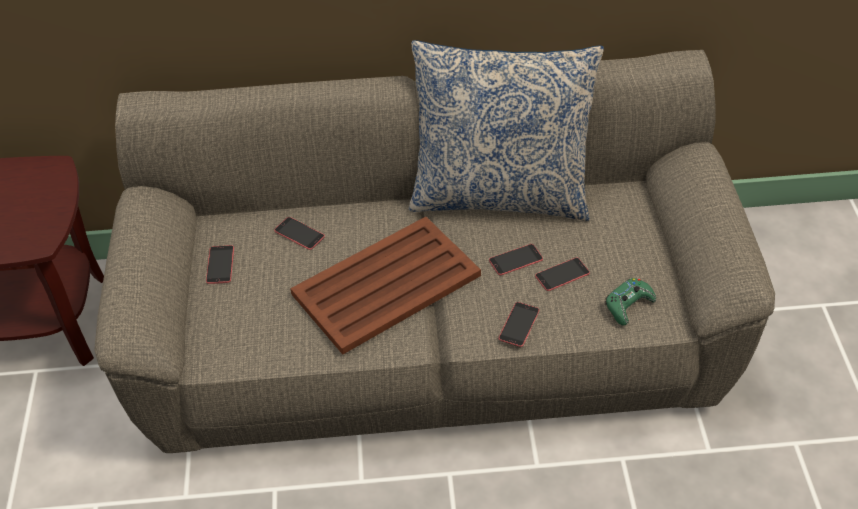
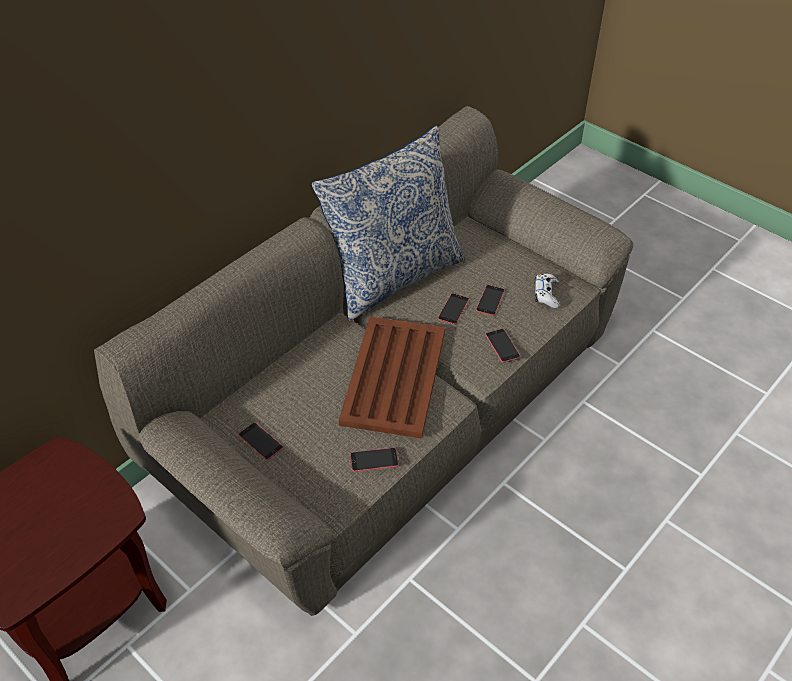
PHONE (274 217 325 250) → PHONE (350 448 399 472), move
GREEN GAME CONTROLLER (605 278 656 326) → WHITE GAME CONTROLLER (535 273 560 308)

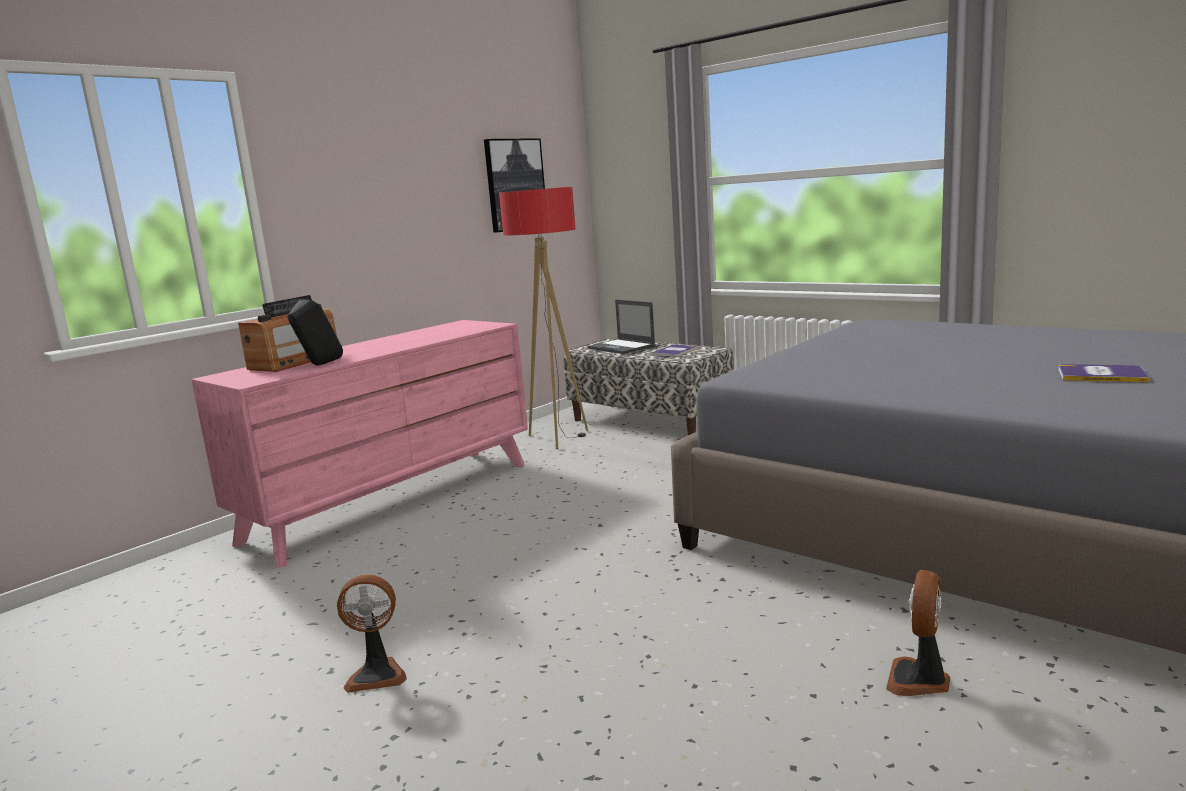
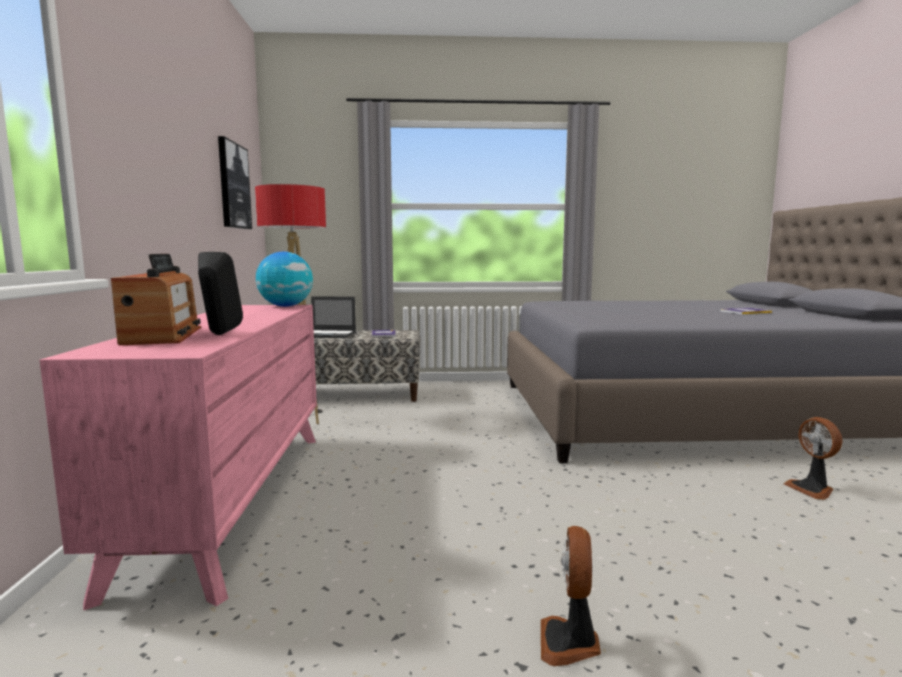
- → GLOBE (256 252 313 307)
FAN (337 574 407 693) → FAN (541 526 601 666), 150 degrees clockwise

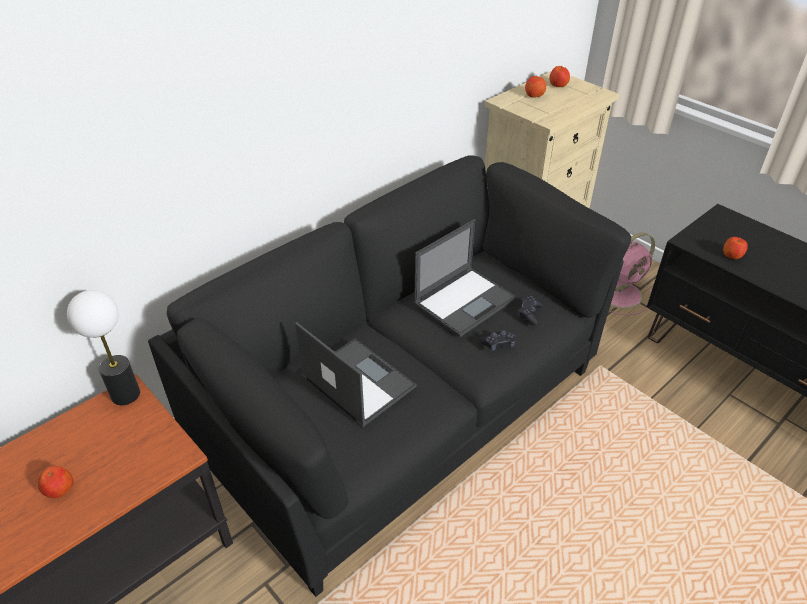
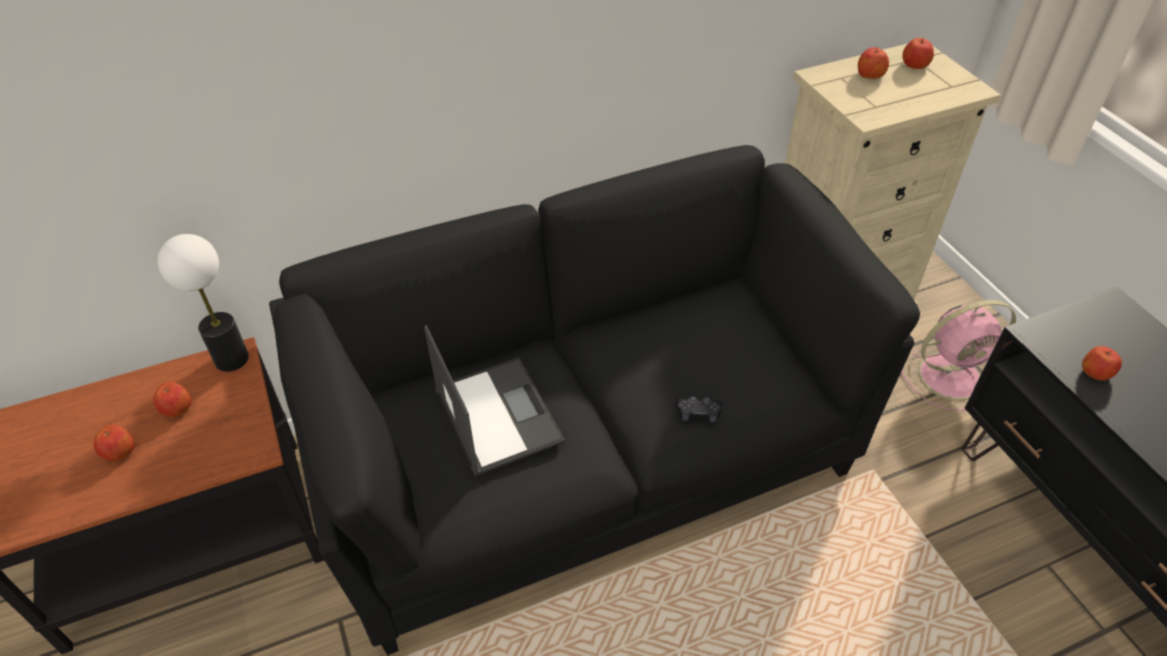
LAPTOP (414 219 516 337) → -
BLACK GAME CONTROLLER (518 295 543 325) → -
- → APPLE (153 382 192 417)

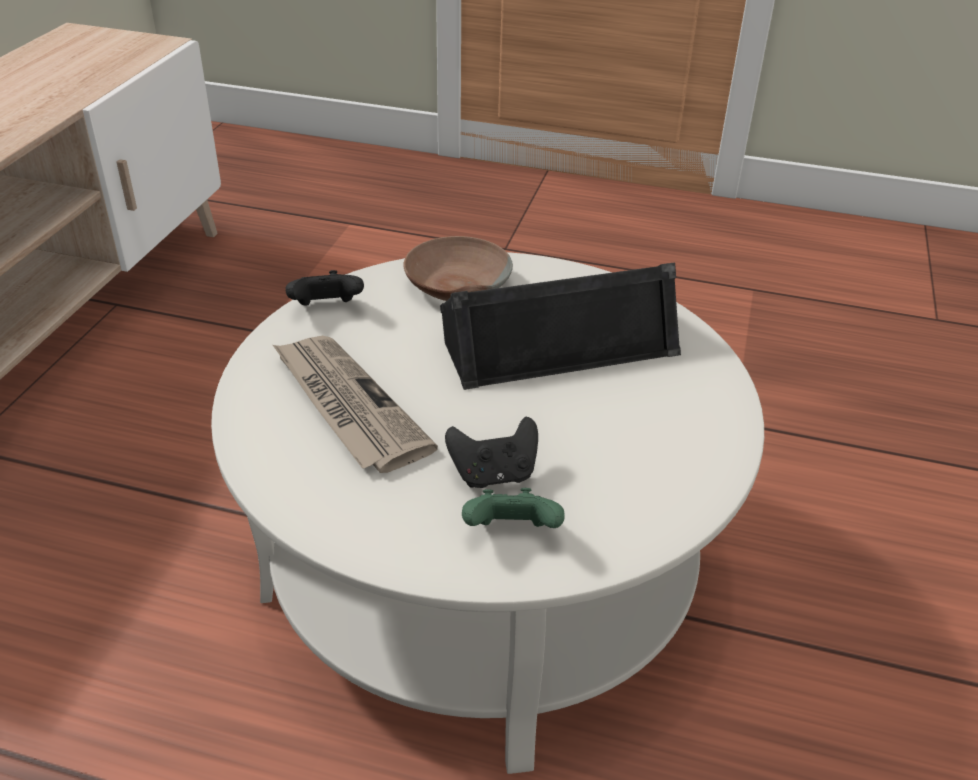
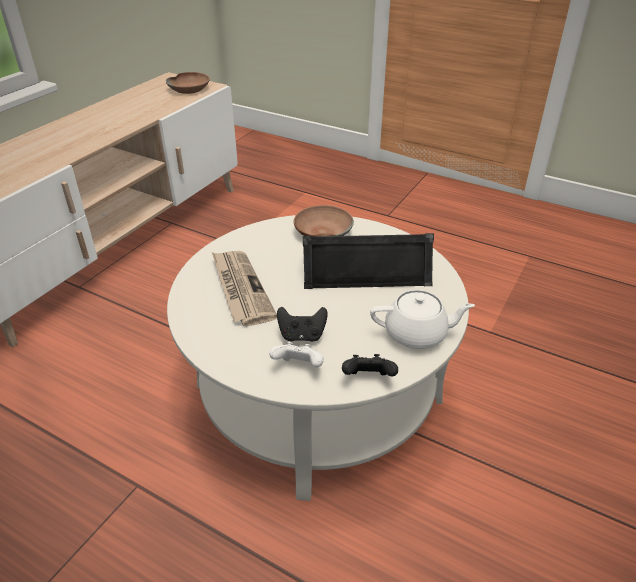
- → BROWN BOWL (166 72 210 94)
- → WHITE TEAPOT (370 290 475 349)
BLACK GAME CONTROLLER (285 270 364 306) → BLACK GAME CONTROLLER (342 354 398 376), move
GREEN GAME CONTROLLER (462 488 565 528) → WHITE GAME CONTROLLER (269 342 324 368)

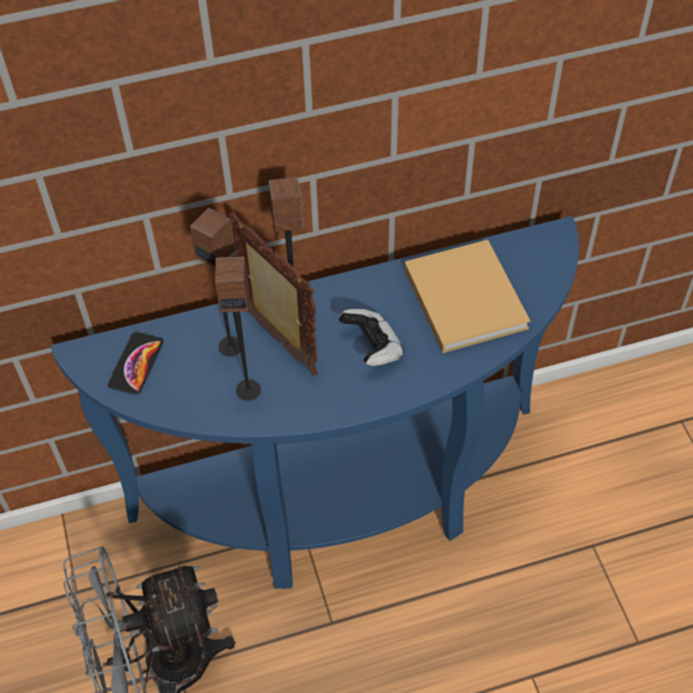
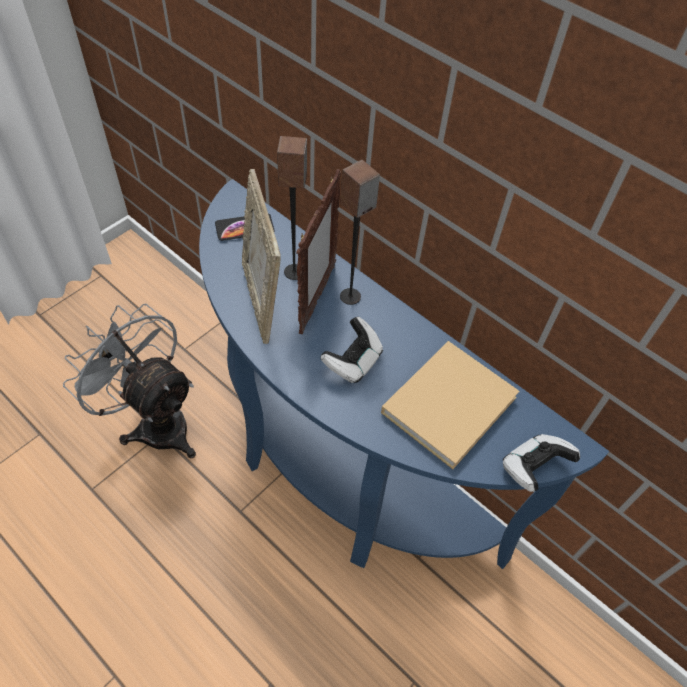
- → GAME CONTROLLER (503 434 580 492)
SPEAKER (215 257 261 401) → PICTURE FRAME (242 169 280 344)

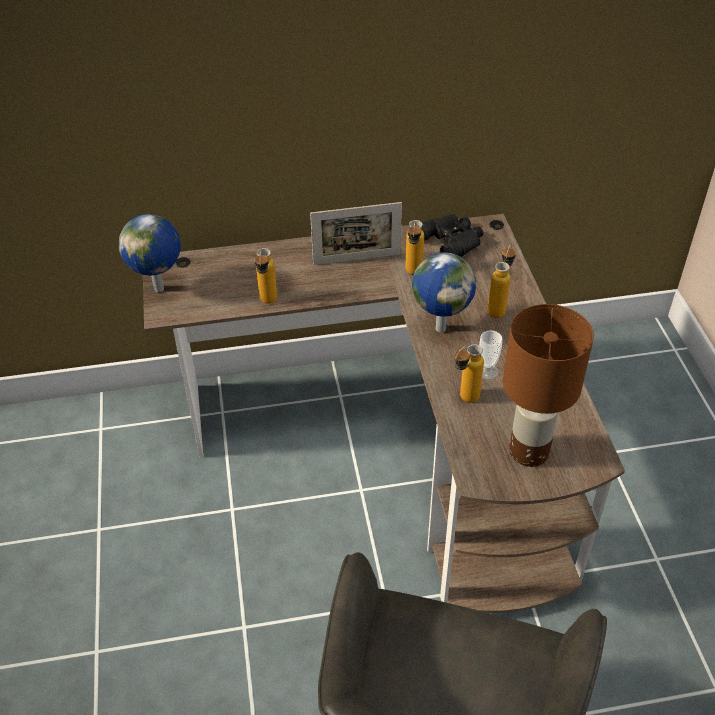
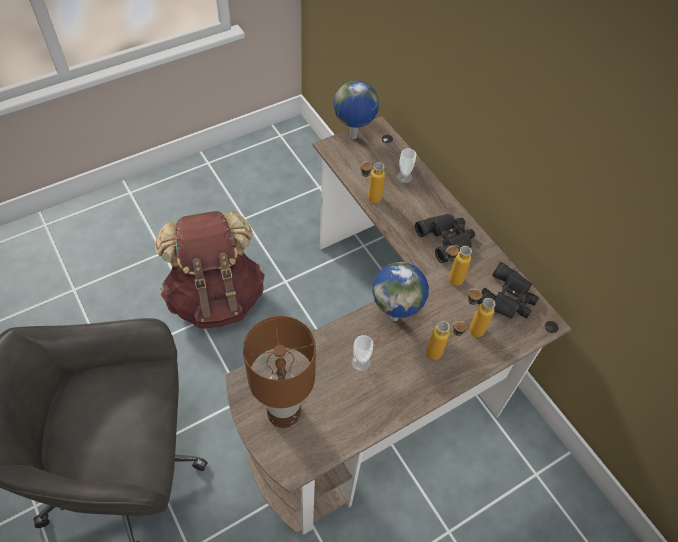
- → BROWN BACKPACK (155 211 265 329)
- → CUP (397 148 417 183)
BOTTLE (454 344 484 402) → BOTTLE (468 289 495 337), move
PICTURE FRAME (310 202 402 265) → BLACK BINOCULARS (415 214 475 263)

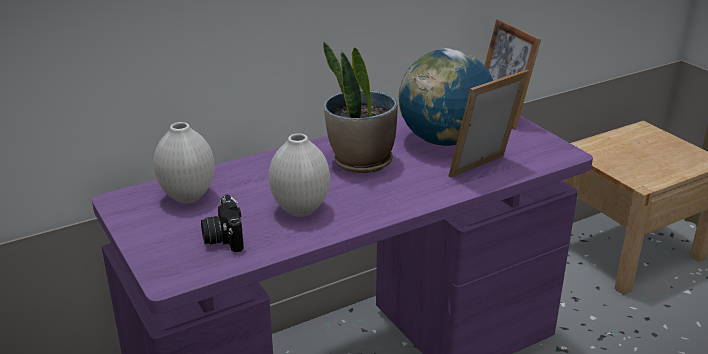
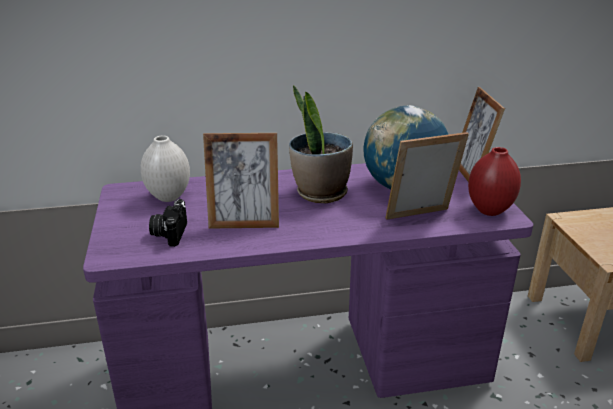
- → RED VASE (468 147 521 216)
WHITE VASE (269 133 330 217) → PICTURE FRAME (203 133 279 229)

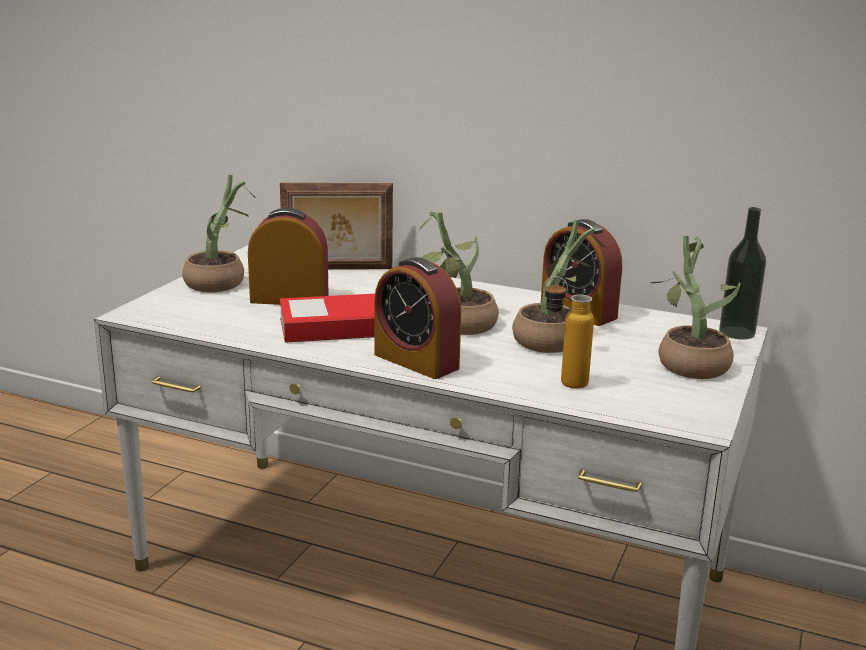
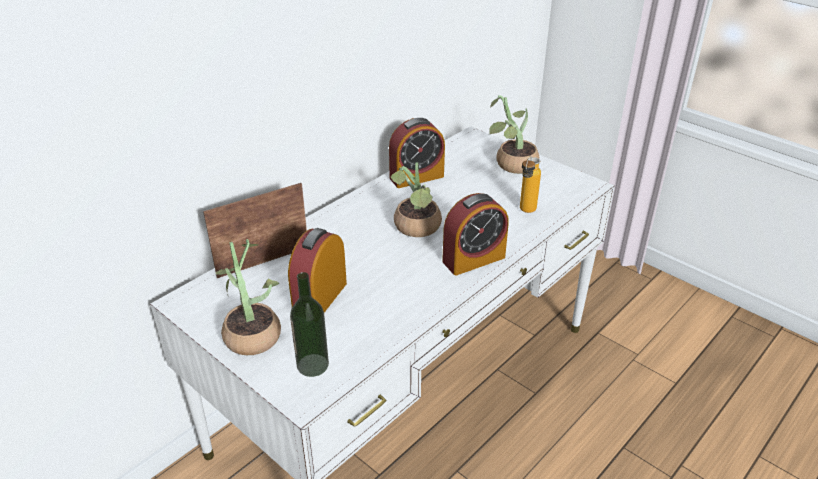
BOOK (280 294 375 343) → -
POTTED PLANT (512 219 605 353) → -
BOTTLE (719 207 766 340) → BOTTLE (290 272 329 377), move
PICTURE FRAME (280 183 393 269) → PICTURE FRAME (203 183 307 278), 135 degrees counterclockwise

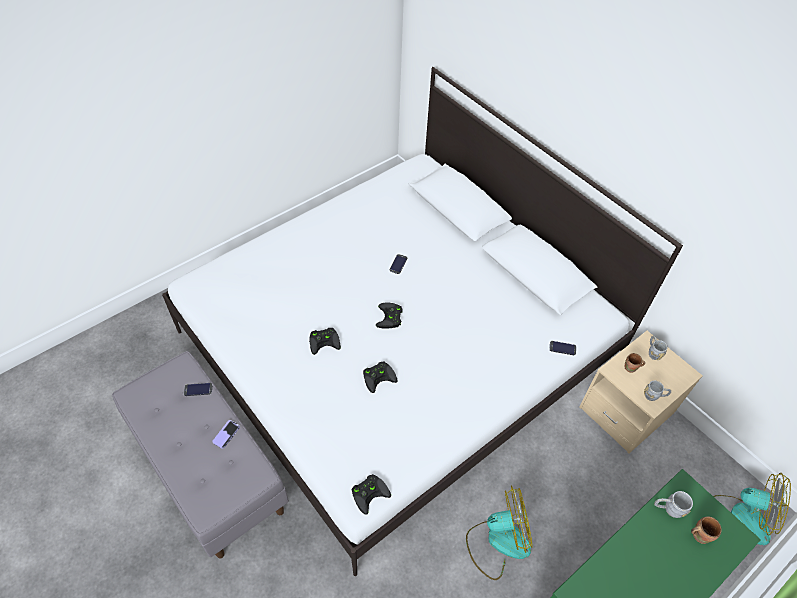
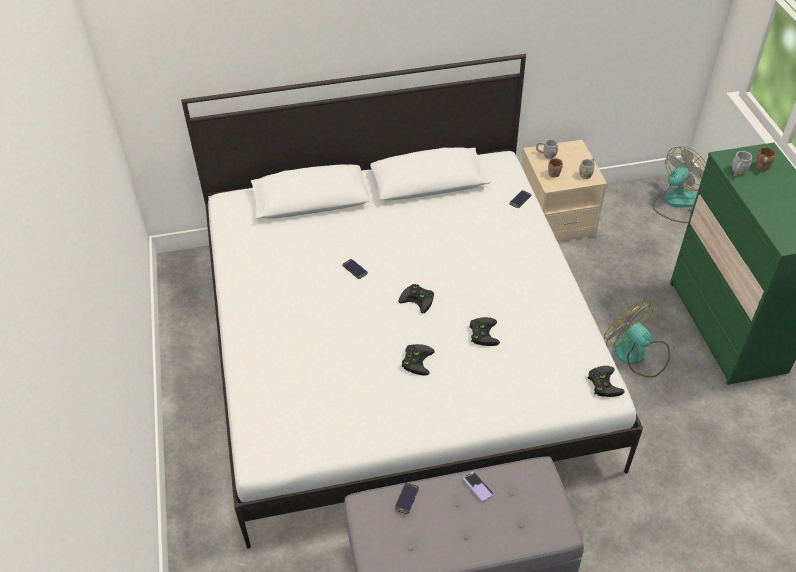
FAN (466 485 533 580) → FAN (604 300 670 378), 60 degrees counterclockwise

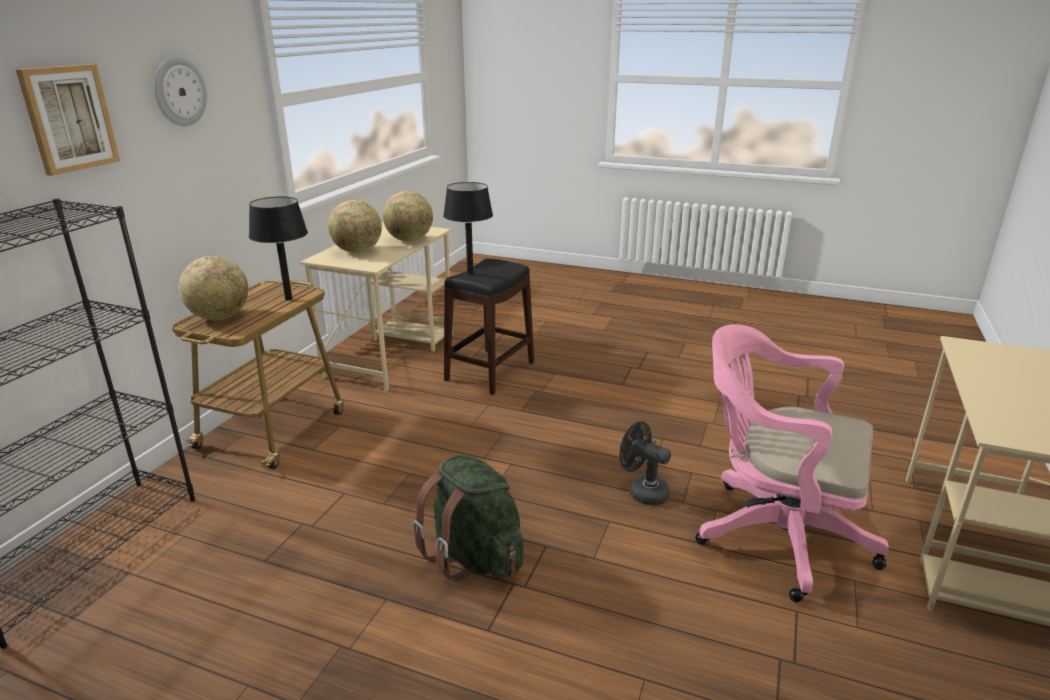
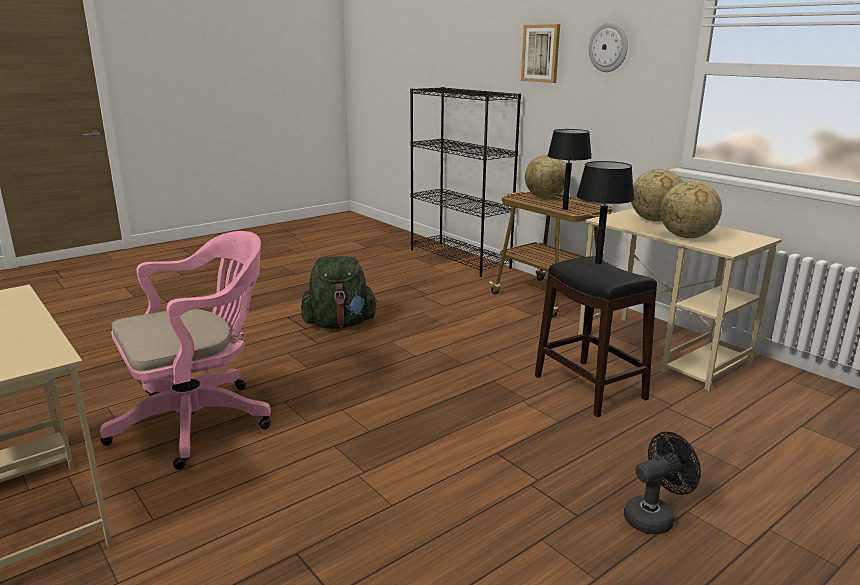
BLACK FAN (620 421 671 506) → BLACK FAN (624 432 701 535), move

